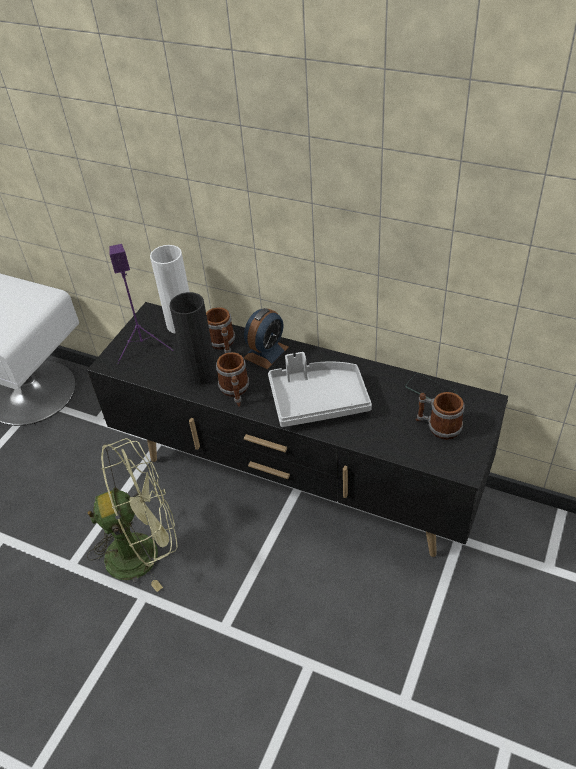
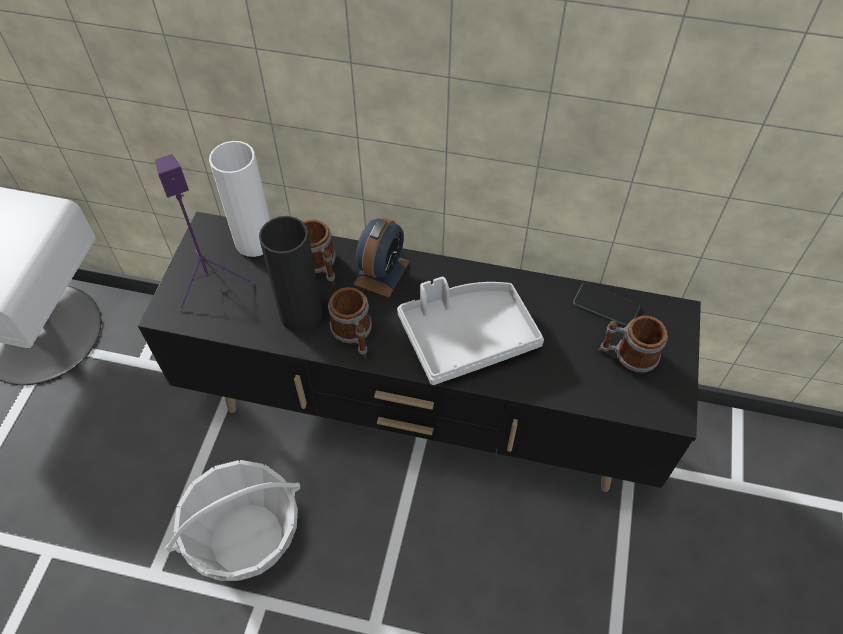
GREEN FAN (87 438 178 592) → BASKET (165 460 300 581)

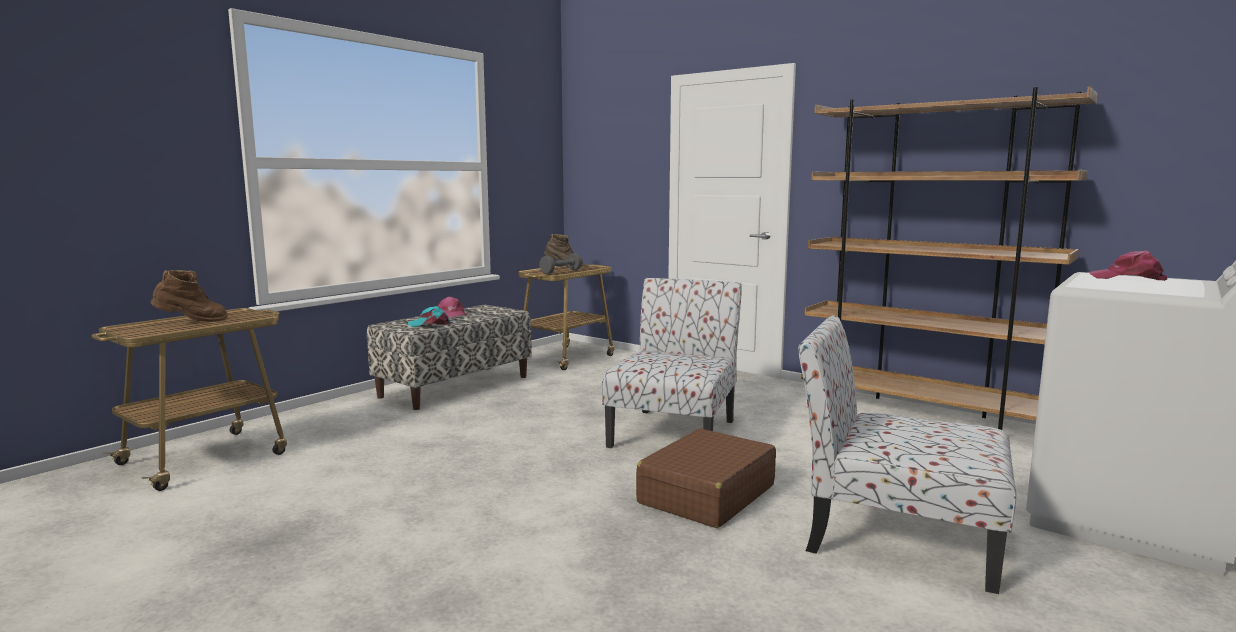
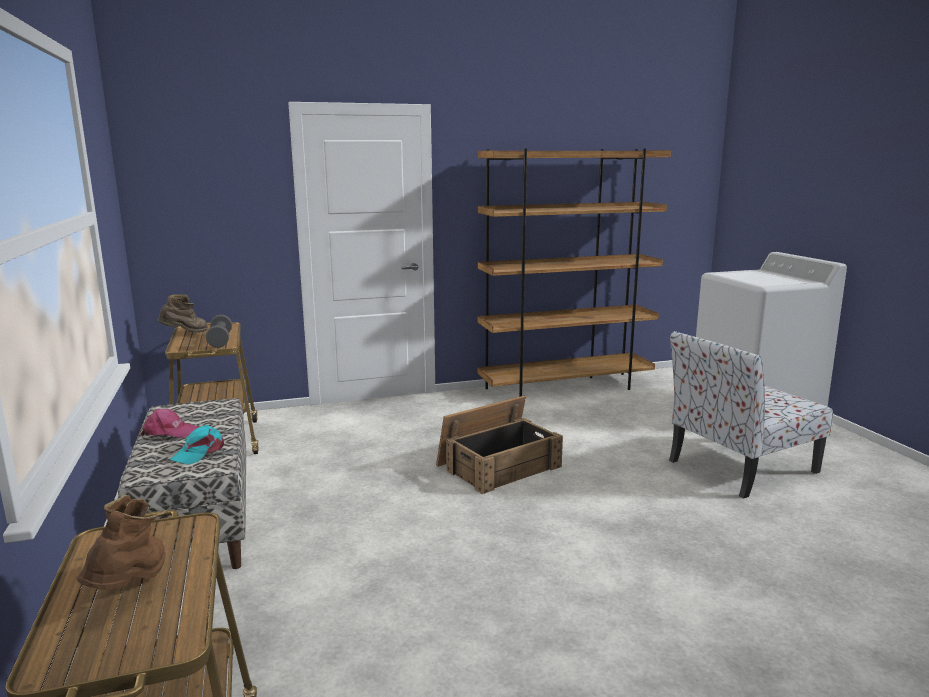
BROWN SUITCASE (636 428 776 528) → -
PINK CAP (1089 250 1167 281) → -
CHAIR (602 278 742 448) → CRATE (436 396 563 494)

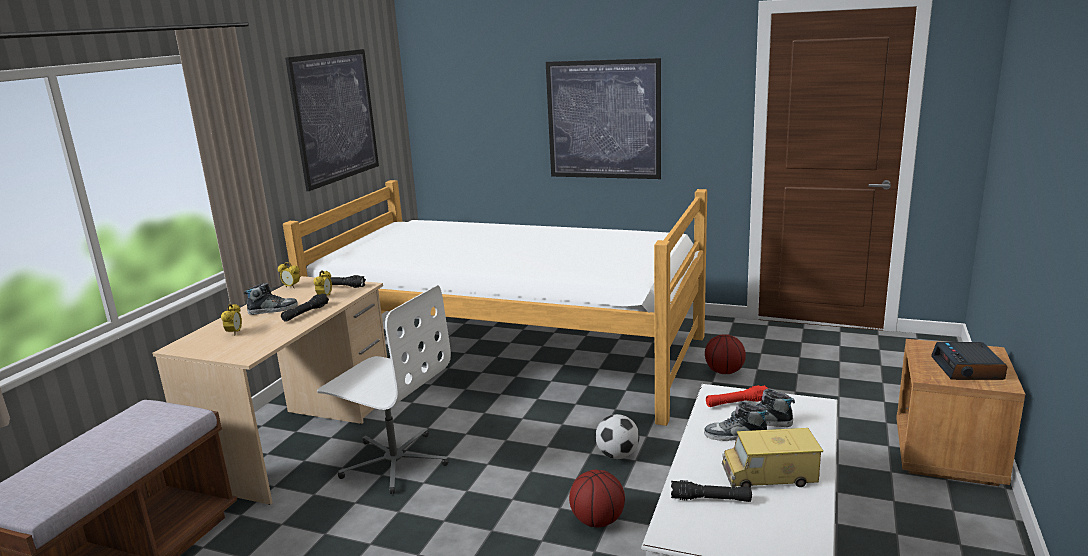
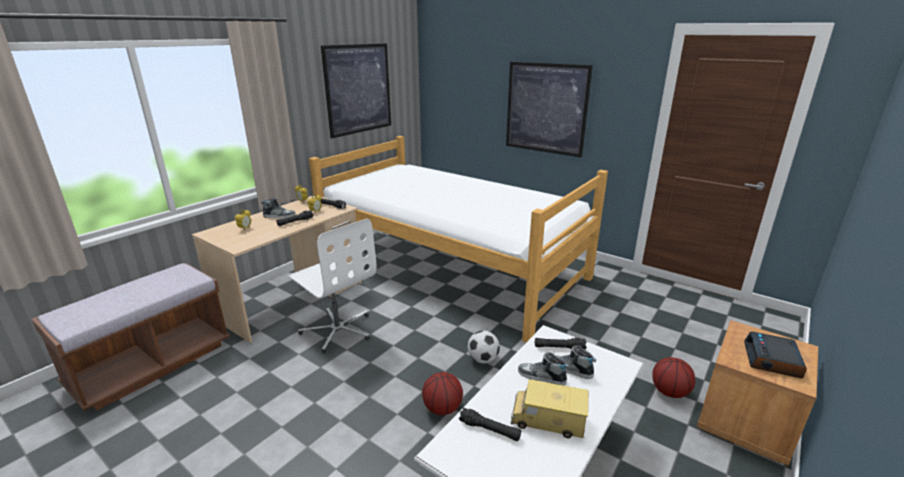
BASKETBALL (705 334 746 374) → BASKETBALL (652 357 695 398), move
RED FLASHLIGHT (706 385 768 407) → BLACK FLASHLIGHT (535 338 587 350)

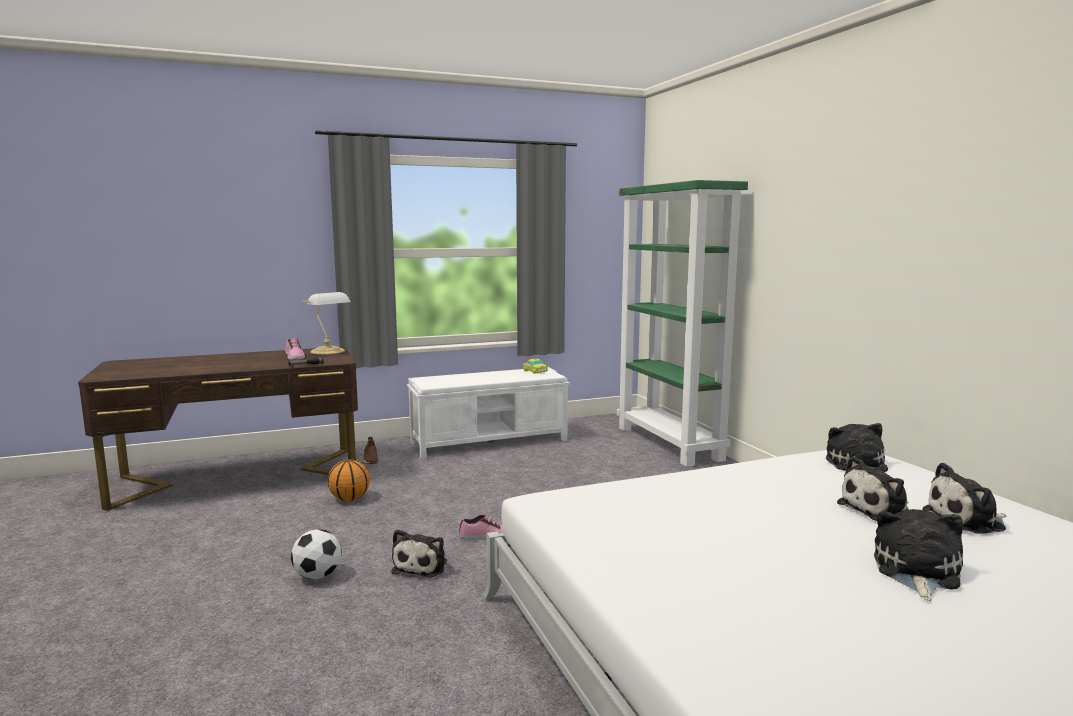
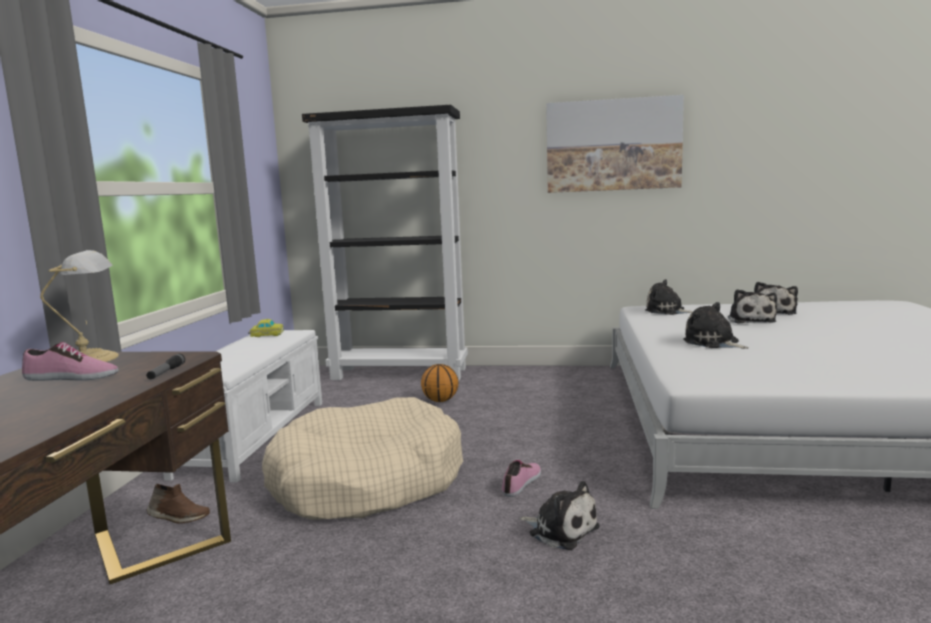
FOOTBALL (291 529 341 580) → -
- → BEIGE DOG BED (262 397 463 520)
- → PICTURE (546 95 684 193)
BASKETBALL (328 459 370 501) → BASKETBALL (421 364 459 402), move
PLUSH TOY (874 509 963 601) → PLUSH TOY (683 302 749 349), move
GREEN BOOKCASE (617 180 748 467) → BLACK BOOKCASE (302 105 468 381)

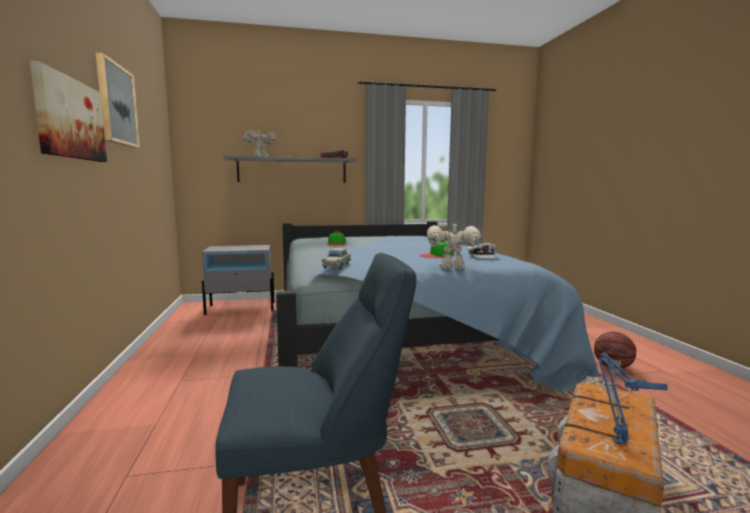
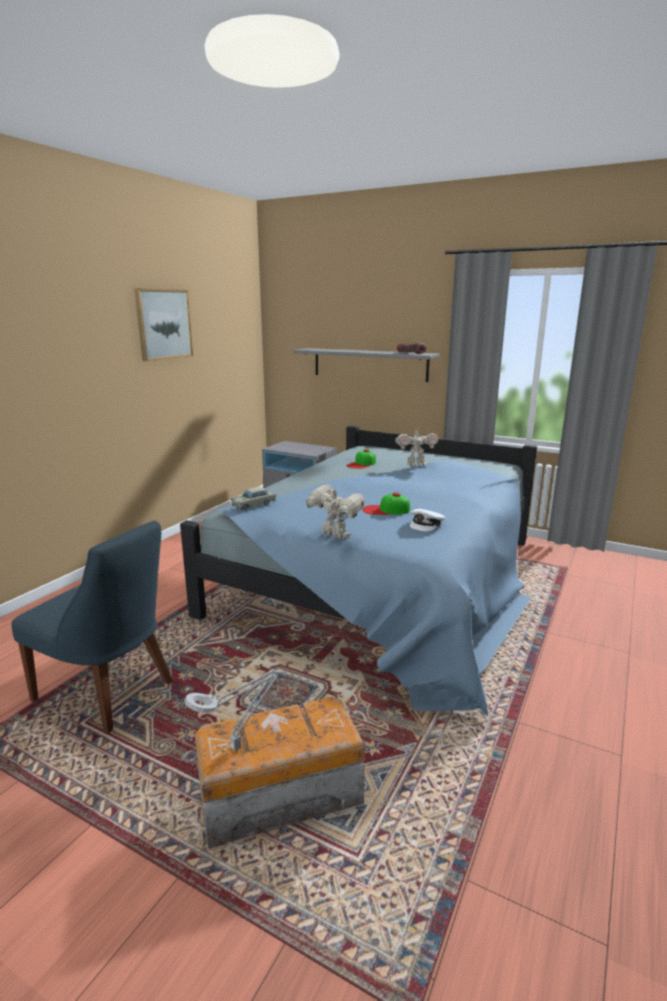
PICTURE (30 61 107 162) → -
BASKETBALL (594 332 636 369) → -
TOY ROBOT (242 128 276 156) → TOY ROBOT (395 426 438 466), move
BLUE TABLE LAMP (598 353 668 444) → GREY TABLE LAMP (185 669 278 751)

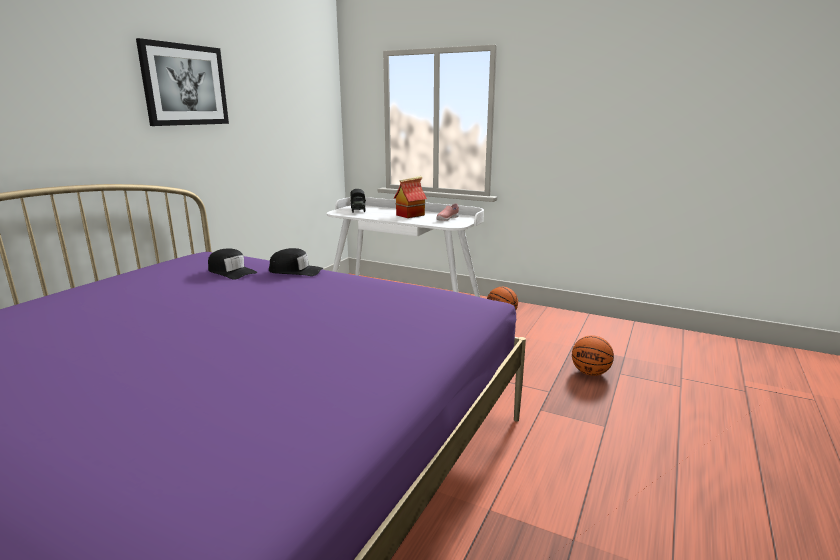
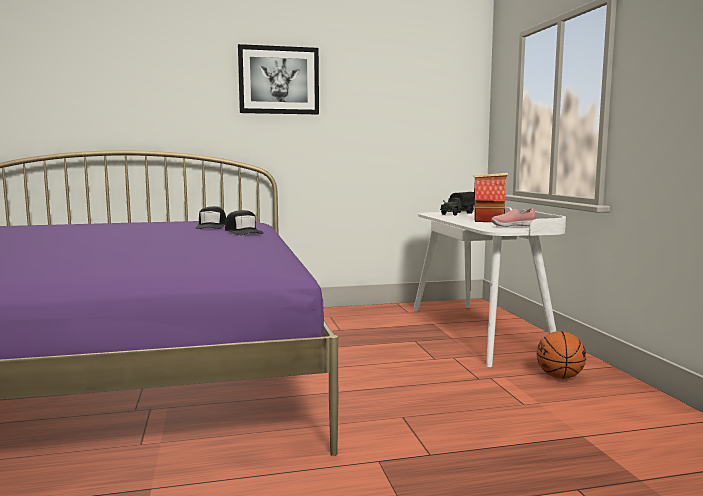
BASKETBALL (572 335 614 376) → -

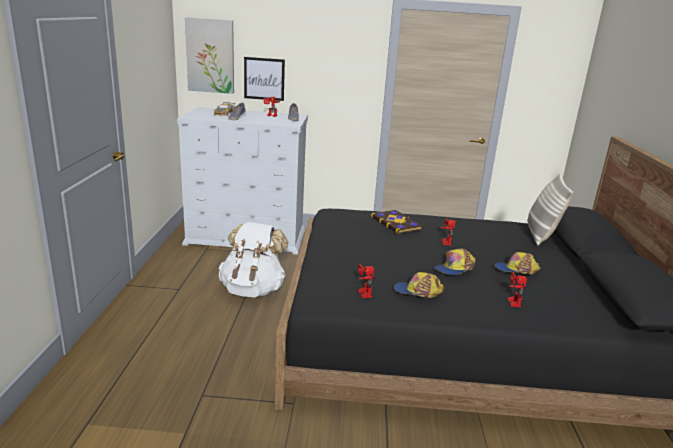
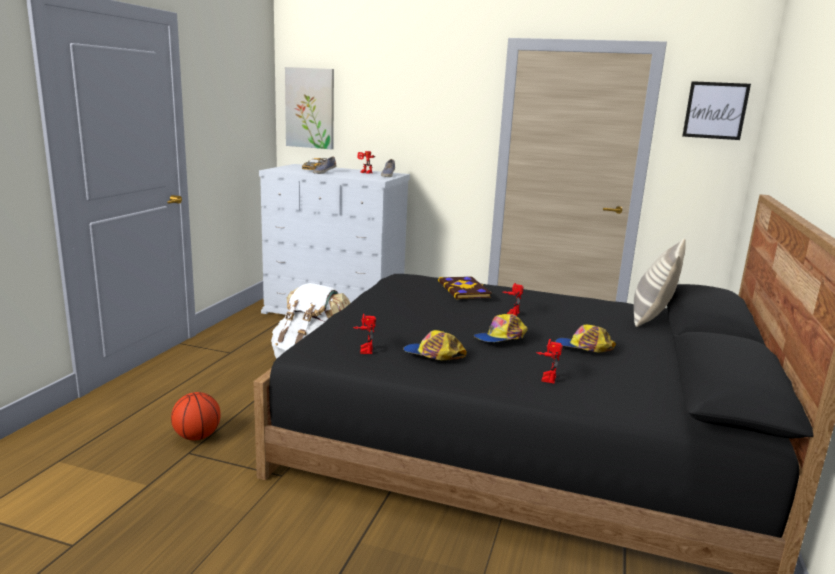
- → BASKETBALL (171 392 221 440)
PICTURE (244 57 285 101) → PICTURE (682 81 751 140), move

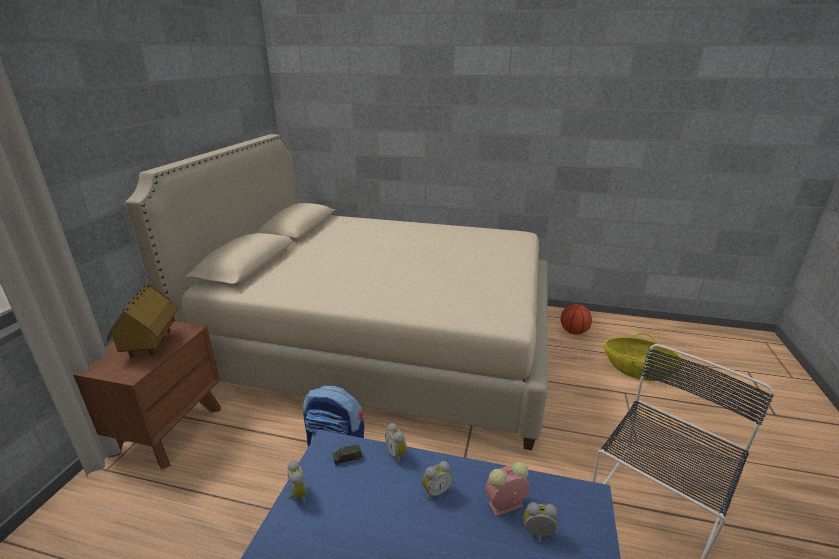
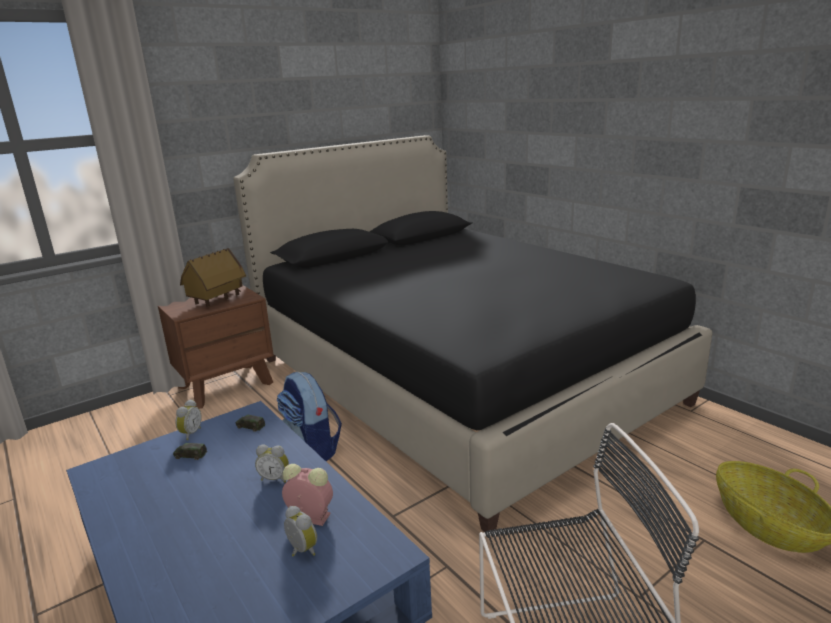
ALARM CLOCK (385 423 407 463) → -
BASKETBALL (561 304 592 334) → -
- → TOY CAR (173 443 207 460)
BEIGE BED (125 134 548 450) → BLACK BED (233 135 713 532)

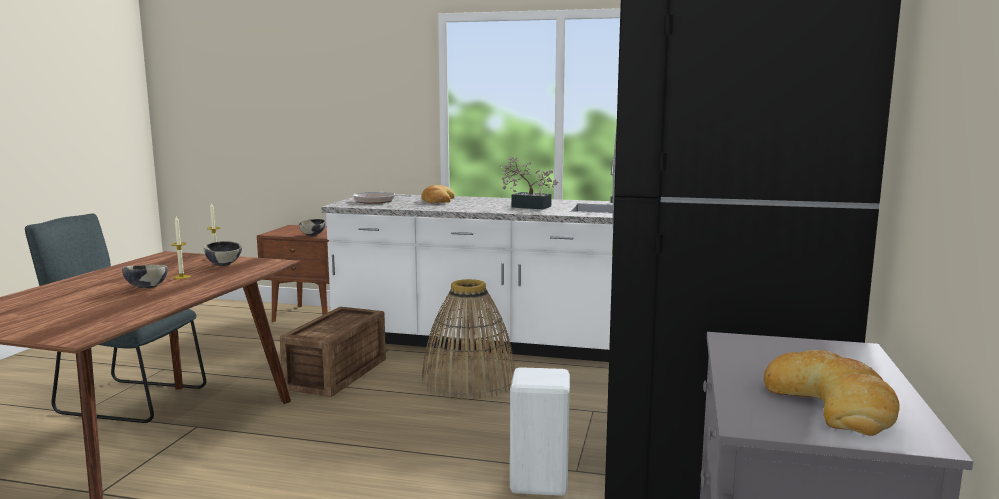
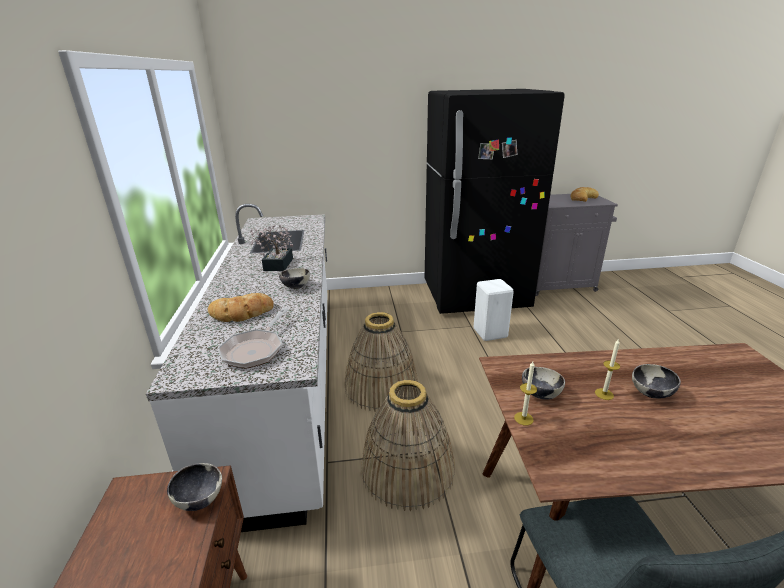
- → BOWL (279 268 310 289)
CRATE (280 307 386 397) → BASKET (361 380 455 511)

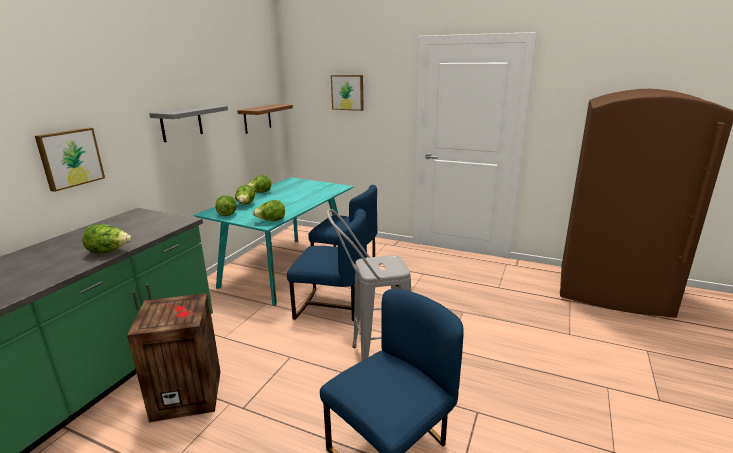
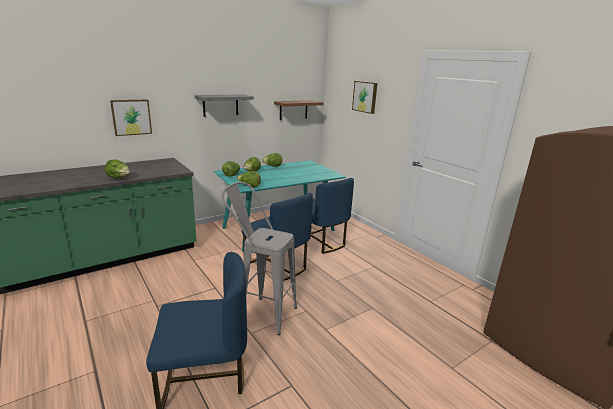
CRATE (127 293 221 422) → -

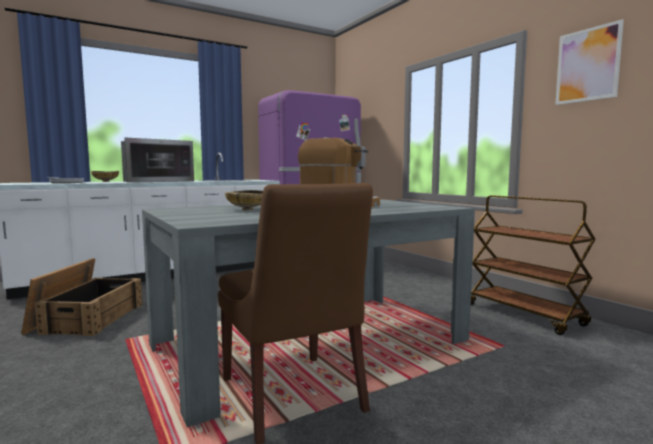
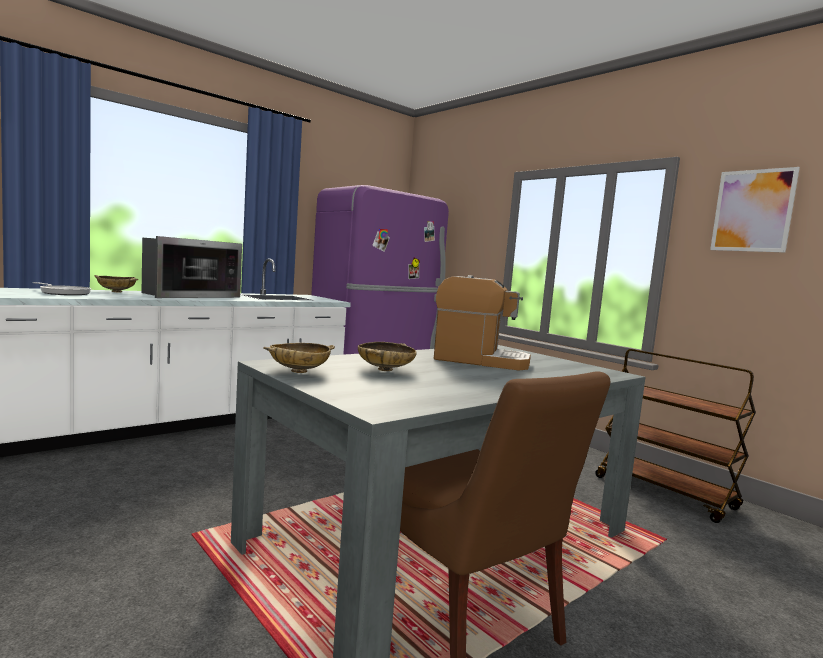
CRATE (21 258 143 336) → -
- → BEIGE BOWL (263 343 335 373)

